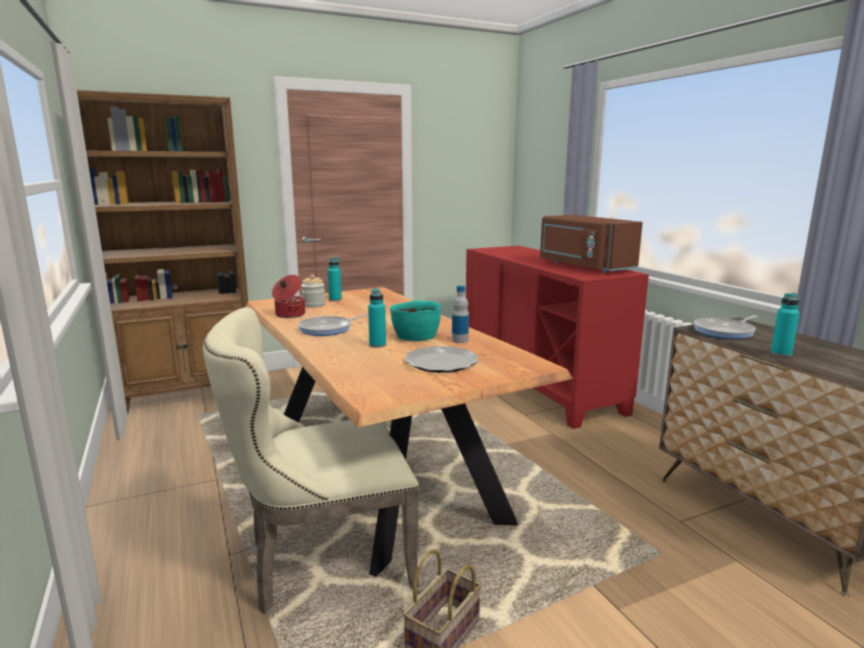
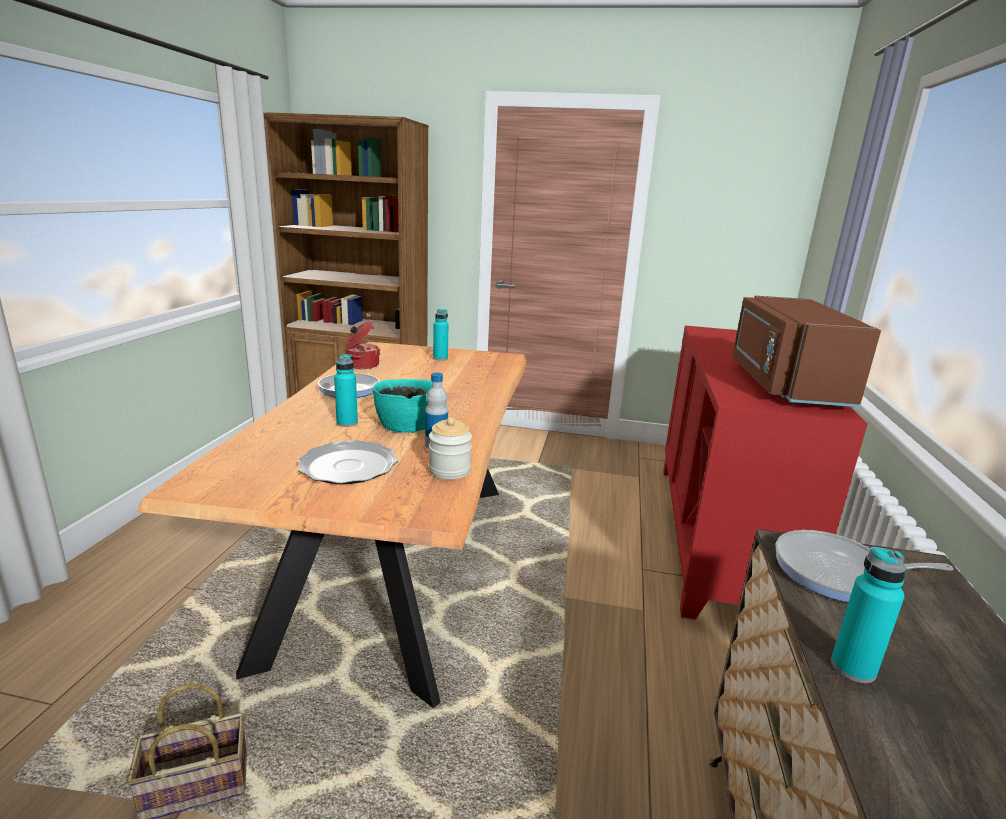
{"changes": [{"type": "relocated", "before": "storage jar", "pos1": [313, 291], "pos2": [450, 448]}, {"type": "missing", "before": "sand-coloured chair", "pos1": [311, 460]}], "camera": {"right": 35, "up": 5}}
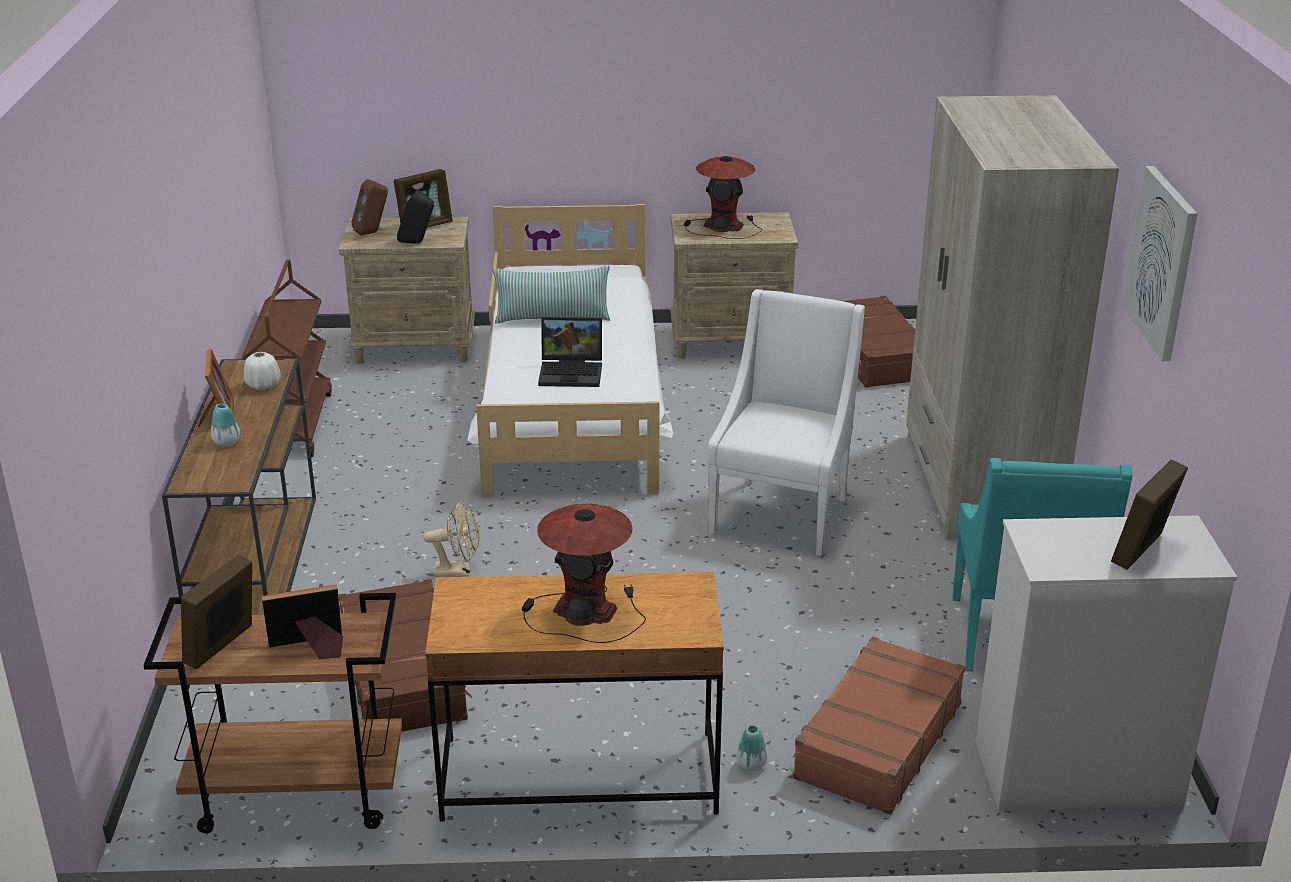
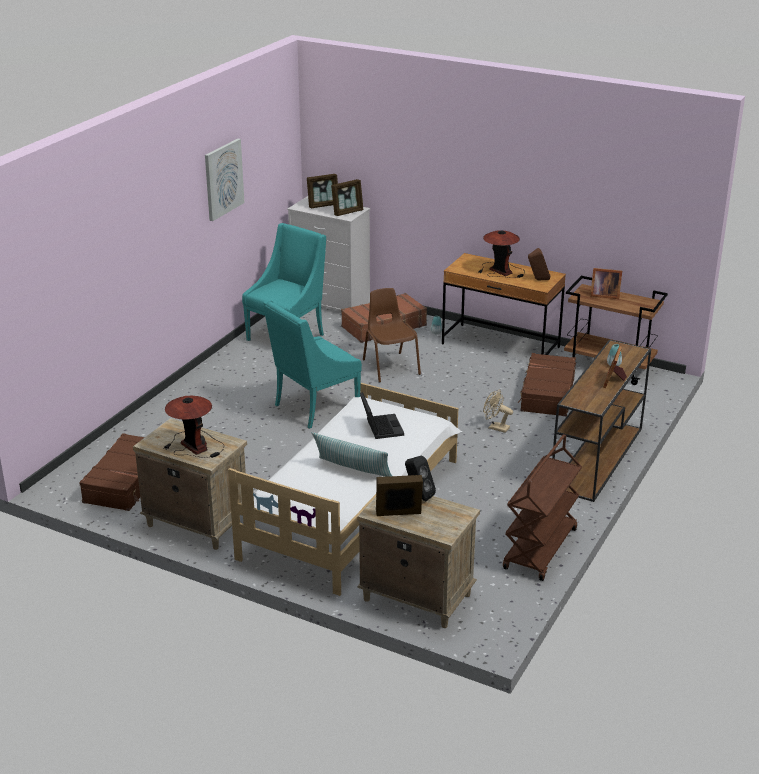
{"changes": [{"type": "missing", "before": "sand-coloured clothes cupboard", "pos1": [1012, 317]}, {"type": "relocated", "before": "brownish loudspeaker", "pos1": [370, 207], "pos2": [539, 264]}, {"type": "colour", "before": "white lounge chair", "after": "turquoise lounge chair", "pos1": [786, 422], "pos2": [312, 364]}, {"type": "spun", "before": "laptop", "pos1": [570, 352], "pos2": [382, 415], "turn": 45}, {"type": "missing", "before": "white flower vase", "pos1": [262, 371]}, {"type": "relocated", "before": "picture frame", "pos1": [216, 612], "pos2": [347, 197]}, {"type": "appeared", "after": "brownish chair", "pos2": [392, 335]}], "camera": {"right": -150, "up": 0}}
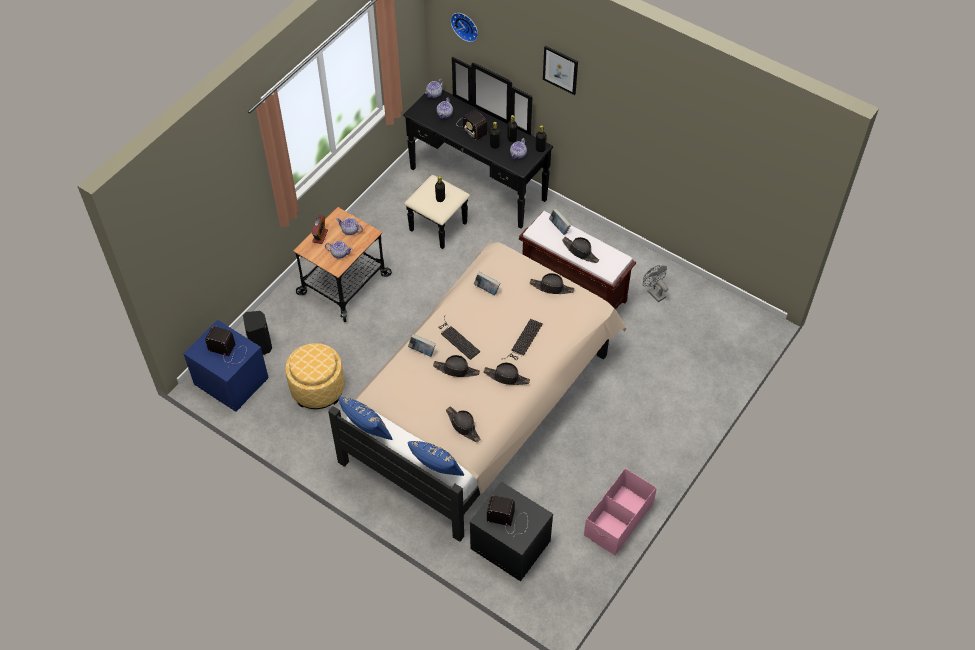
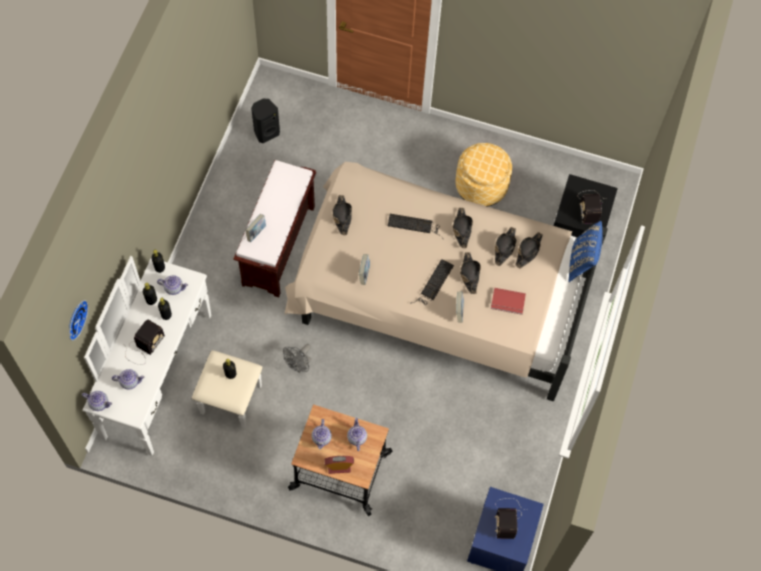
{"changes": [{"type": "missing", "before": "picture", "pos1": [560, 70]}, {"type": "colour", "before": "black-coloured chest of drawers", "after": "white chest of drawers", "pos1": [478, 153], "pos2": [172, 356]}, {"type": "relocated", "before": "black-coloured hat", "pos1": [580, 250], "pos2": [506, 246]}, {"type": "relocated", "before": "greyish cooling fan", "pos1": [655, 283], "pos2": [297, 358]}, {"type": "relocated", "before": "black-coloured loudspeaker", "pos1": [257, 333], "pos2": [265, 121]}, {"type": "relocated", "before": "ottoman", "pos1": [315, 376], "pos2": [484, 175]}, {"type": "missing", "before": "blue-coloured cushion", "pos1": [365, 418]}, {"type": "missing", "before": "pink-coloured storage container", "pos1": [620, 512]}, {"type": "appeared", "after": "red bound book", "pos2": [508, 301]}], "camera": {"right": -110, "up": 10}}
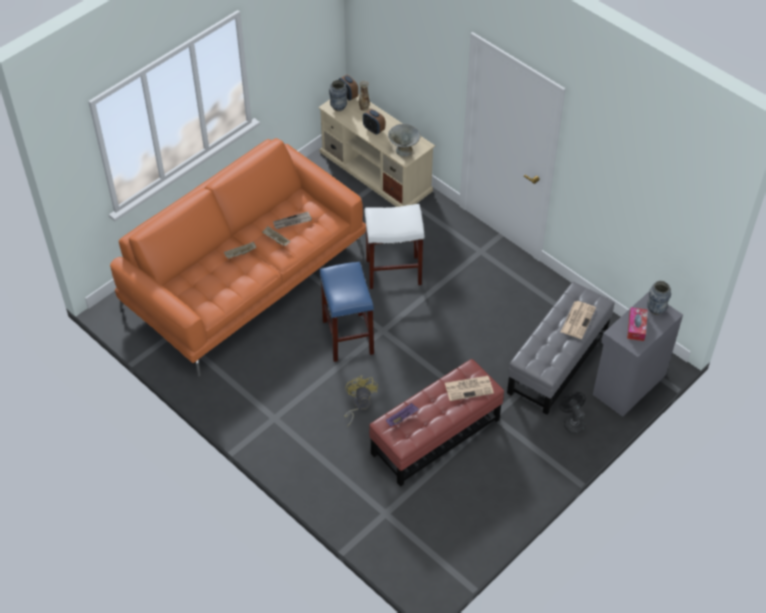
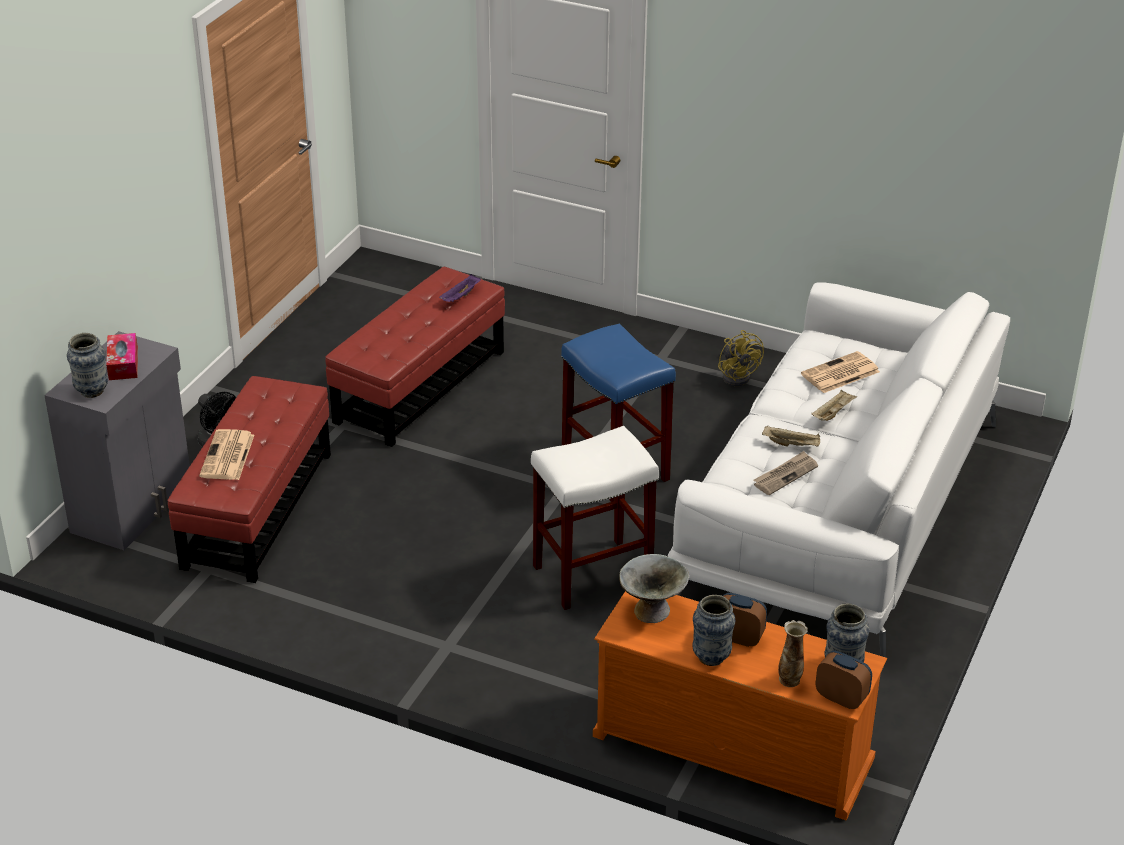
{"changes": [{"type": "colour", "before": "sand-coloured tv unit", "after": "orange-coloured tv unit", "pos1": [376, 150], "pos2": [740, 705]}, {"type": "colour", "before": "orange-coloured settee", "after": "white settee", "pos1": [238, 257], "pos2": [839, 469]}, {"type": "colour", "before": "greyish ottoman", "after": "red ottoman", "pos1": [561, 348], "pos2": [249, 479]}, {"type": "relocated", "before": "yellowish cooling fan", "pos1": [361, 401], "pos2": [741, 358]}, {"type": "relocated", "before": "daily paper", "pos1": [469, 388], "pos2": [840, 372]}, {"type": "appeared", "after": "flower vase", "pos2": [713, 630]}], "camera": {"right": 160, "up": -15}}
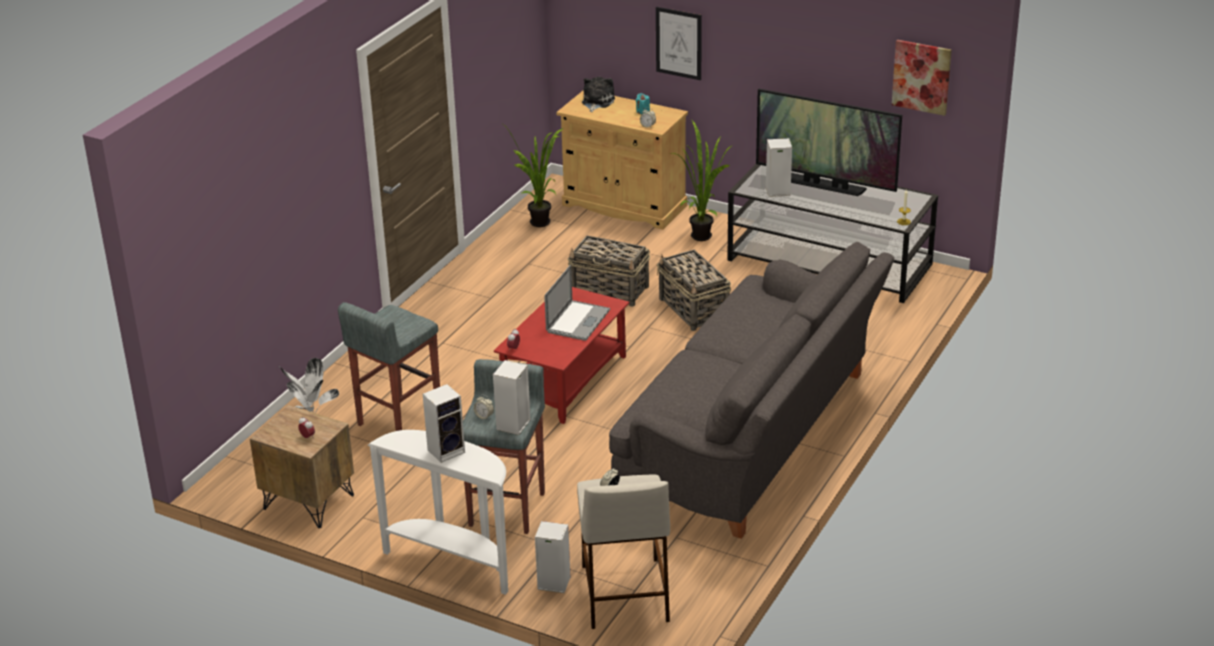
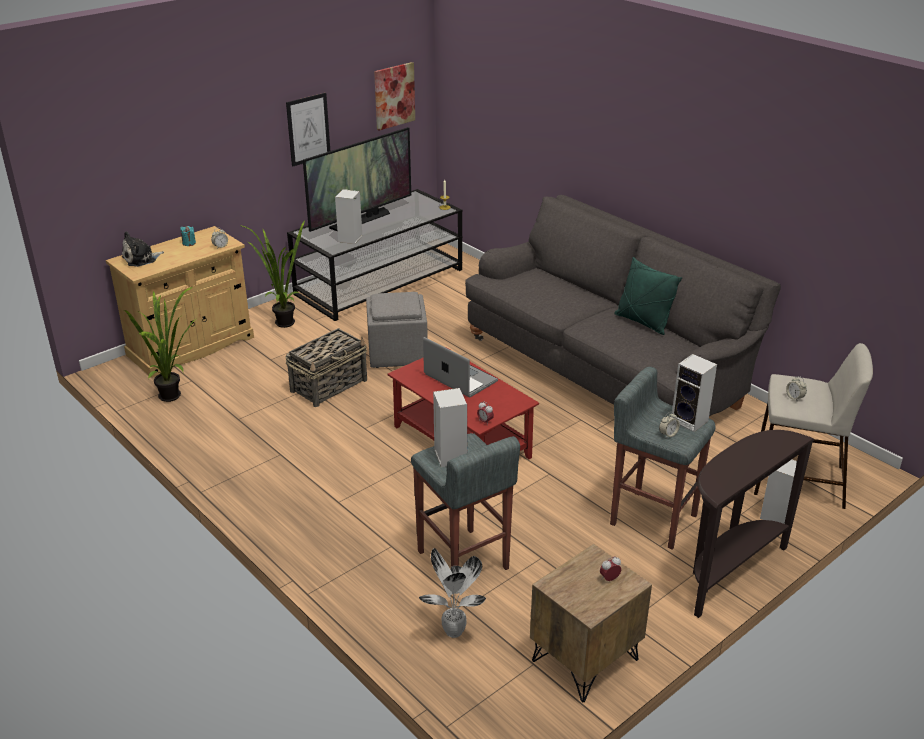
{"changes": [{"type": "relocated", "before": "picture", "pos1": [679, 43], "pos2": [308, 129]}, {"type": "spun", "before": "cuddly toy", "pos1": [598, 94], "pos2": [143, 249], "turn": -75}, {"type": "exchanged", "before": "storage basket", "after": "greyish ottoman", "pos1": [694, 290], "pos2": [397, 330]}, {"type": "relocated", "before": "loudspeaker", "pos1": [444, 423], "pos2": [450, 427]}, {"type": "colour", "before": "white console table", "after": "brownish console table", "pos1": [438, 512], "pos2": [754, 524]}, {"type": "appeared", "after": "green-coloured cushion", "pos2": [648, 296]}], "camera": {"right": -70, "up": 0}}
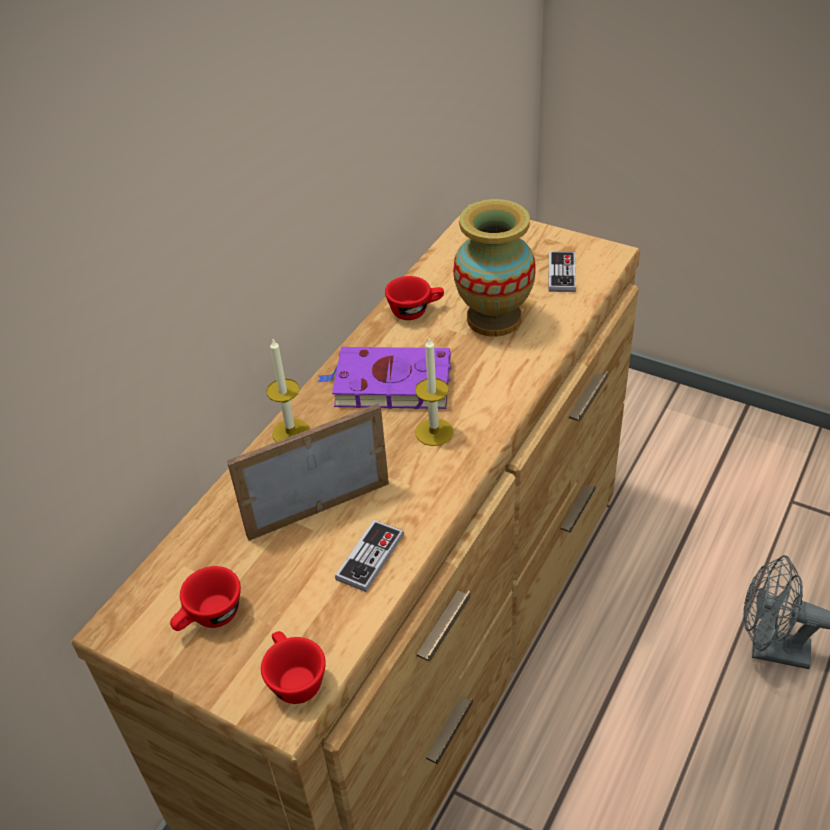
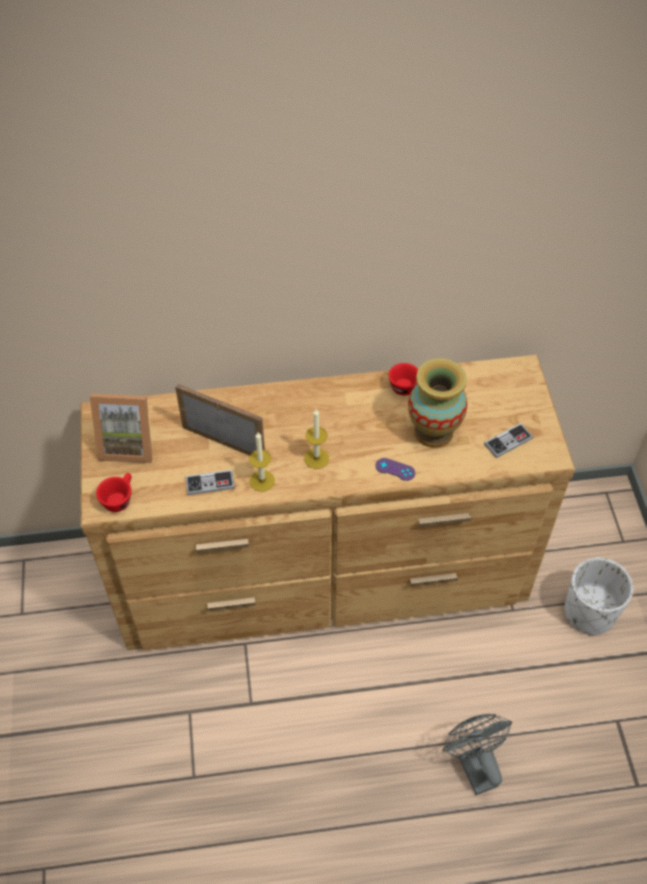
{"changes": [{"type": "relocated", "before": "wax candle", "pos1": [287, 390], "pos2": [262, 462]}, {"type": "missing", "before": "purple bound book", "pos1": [384, 378]}, {"type": "exchanged", "before": "red small cup", "after": "picture frame", "pos1": [205, 598], "pos2": [121, 428]}, {"type": "appeared", "after": "purple gamepad", "pos2": [395, 469]}, {"type": "appeared", "after": "white flower pot", "pos2": [598, 596]}], "camera": {"right": 50, "up": 10}}
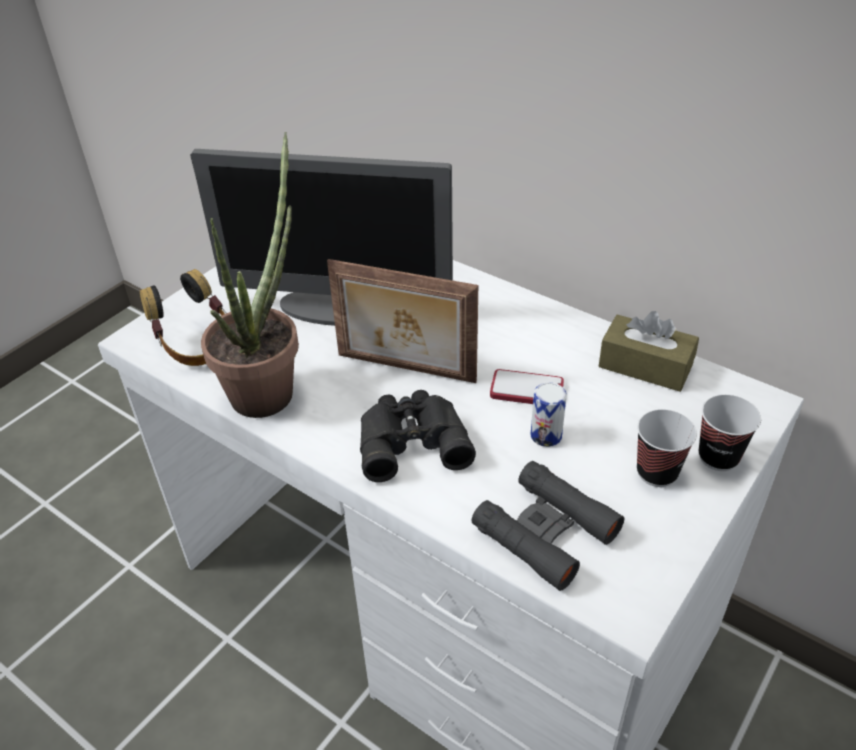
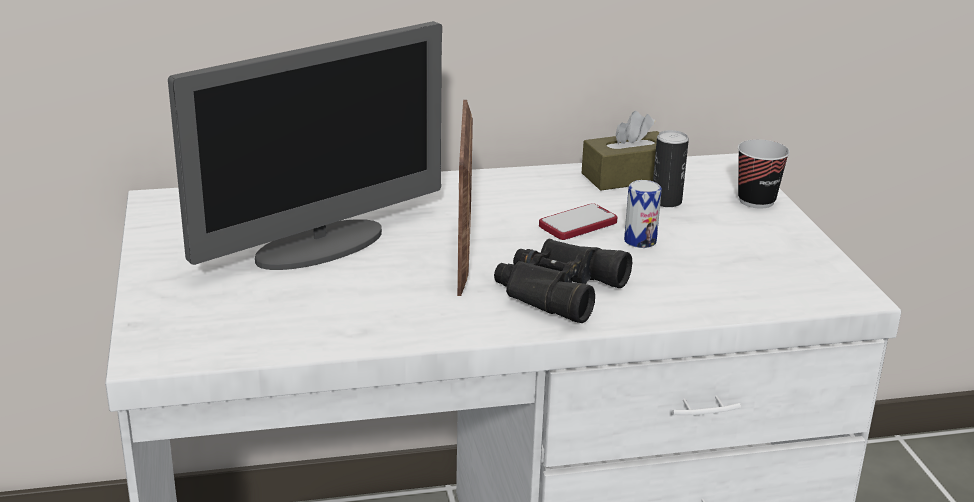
{"changes": [{"type": "missing", "before": "houseplant", "pos1": [250, 275]}, {"type": "spun", "before": "picture frame", "pos1": [402, 321], "pos2": [465, 198], "turn": -60}, {"type": "missing", "before": "pair of headphones", "pos1": [183, 317]}, {"type": "missing", "before": "small cup", "pos1": [667, 448]}, {"type": "missing", "before": "black-coloured binoculars", "pos1": [548, 526]}, {"type": "appeared", "after": "can", "pos2": [671, 168]}], "camera": {"right": -50, "up": -15}}
